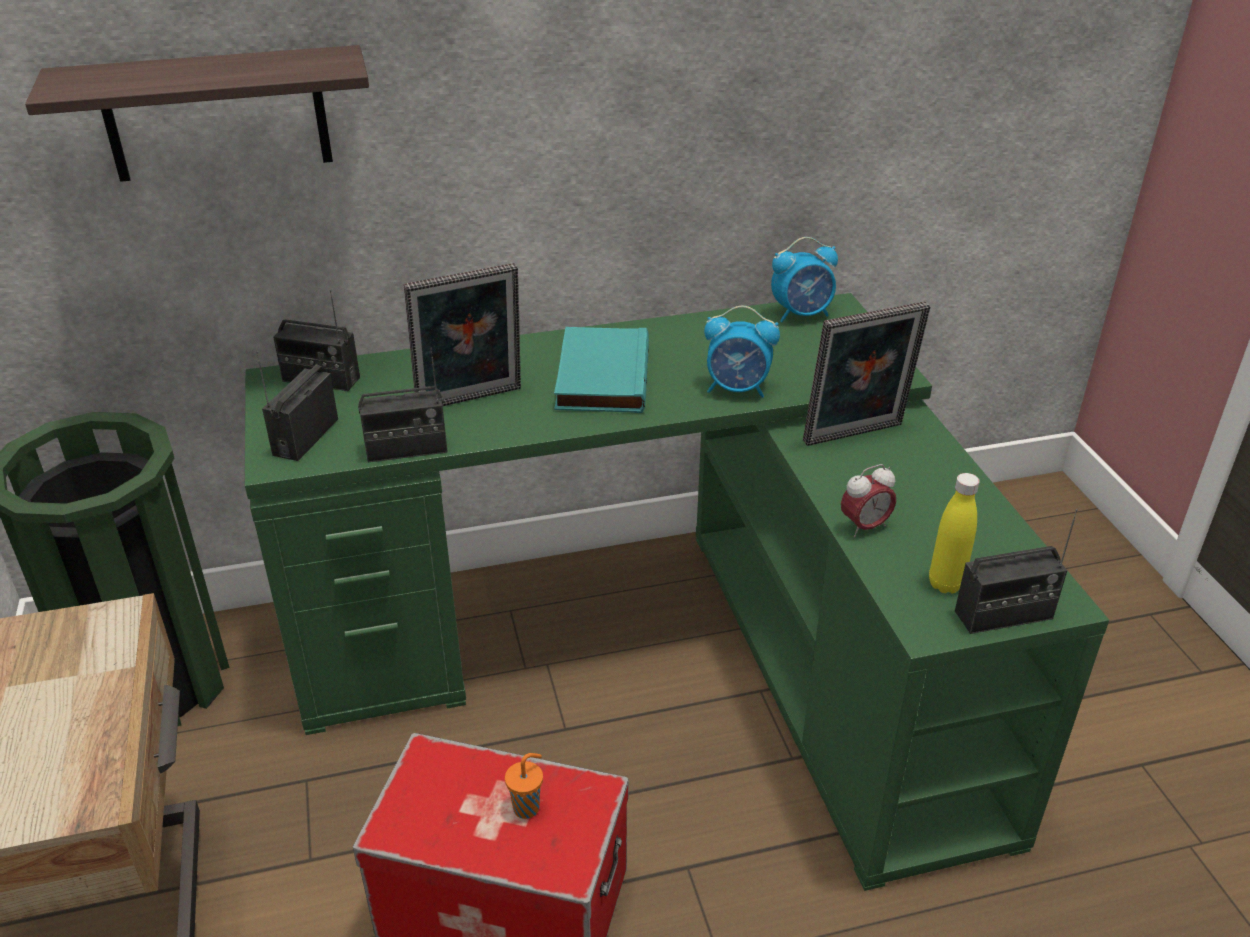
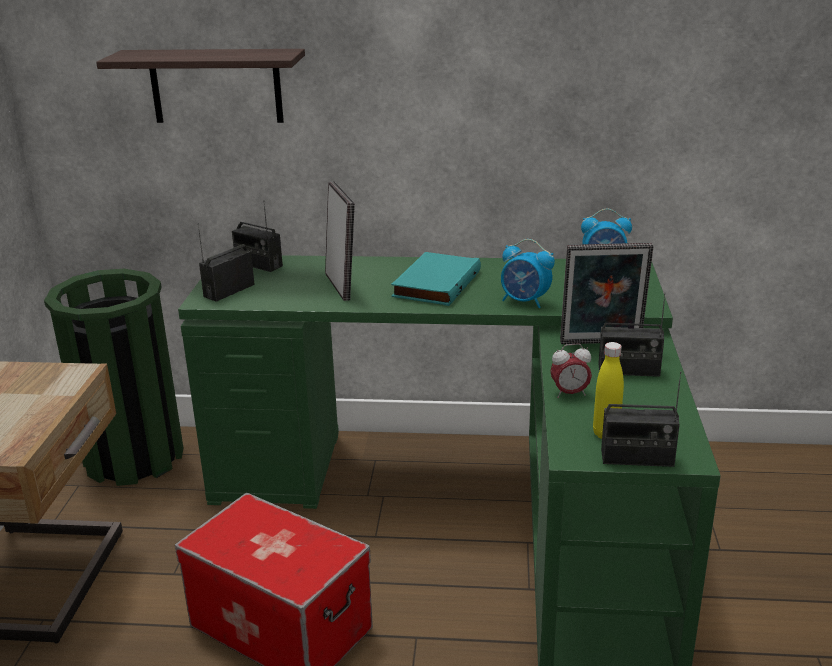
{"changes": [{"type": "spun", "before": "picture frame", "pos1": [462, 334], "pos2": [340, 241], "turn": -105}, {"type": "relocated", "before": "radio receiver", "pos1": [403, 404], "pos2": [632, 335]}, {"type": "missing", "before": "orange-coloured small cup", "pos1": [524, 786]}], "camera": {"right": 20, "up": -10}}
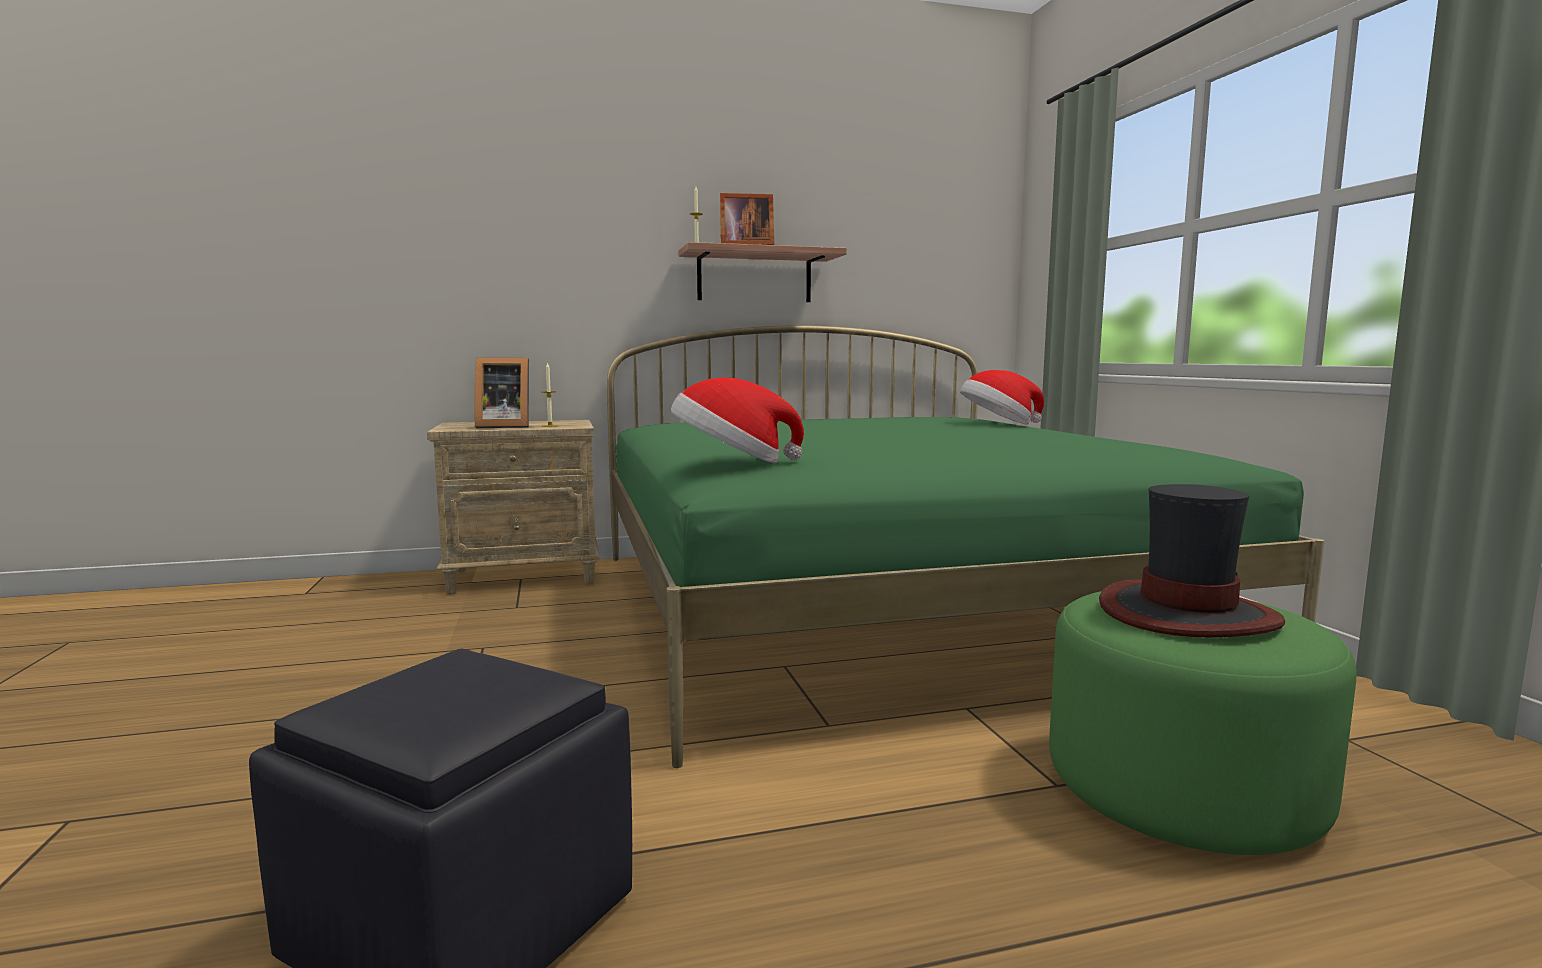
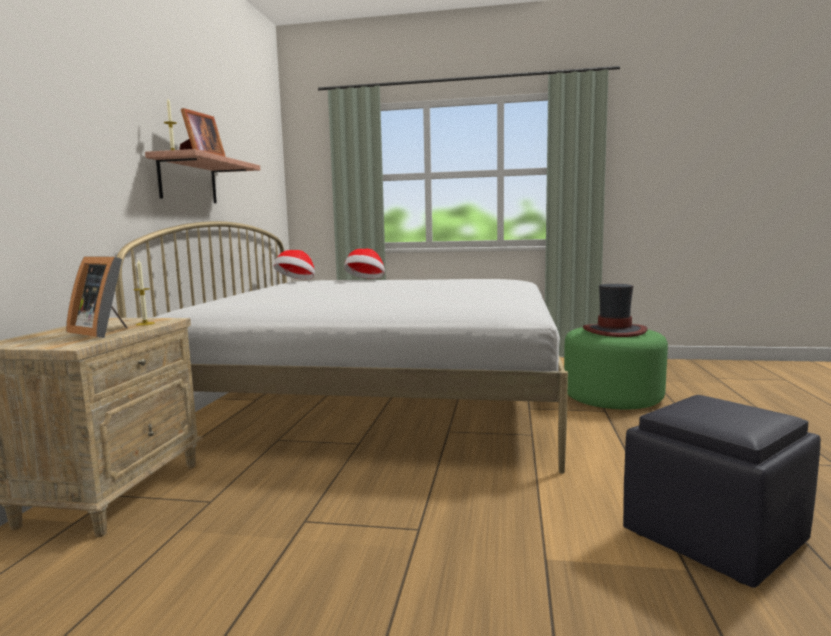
{"changes": [{"type": "colour", "before": "green-coloured sleeping bed", "after": "white sleeping bed", "pos1": [965, 546], "pos2": [341, 347]}, {"type": "spun", "before": "picture frame", "pos1": [502, 392], "pos2": [97, 297], "turn": 105}, {"type": "relocated", "before": "hat", "pos1": [737, 420], "pos2": [294, 265]}], "camera": {"right": -65, "up": 0}}
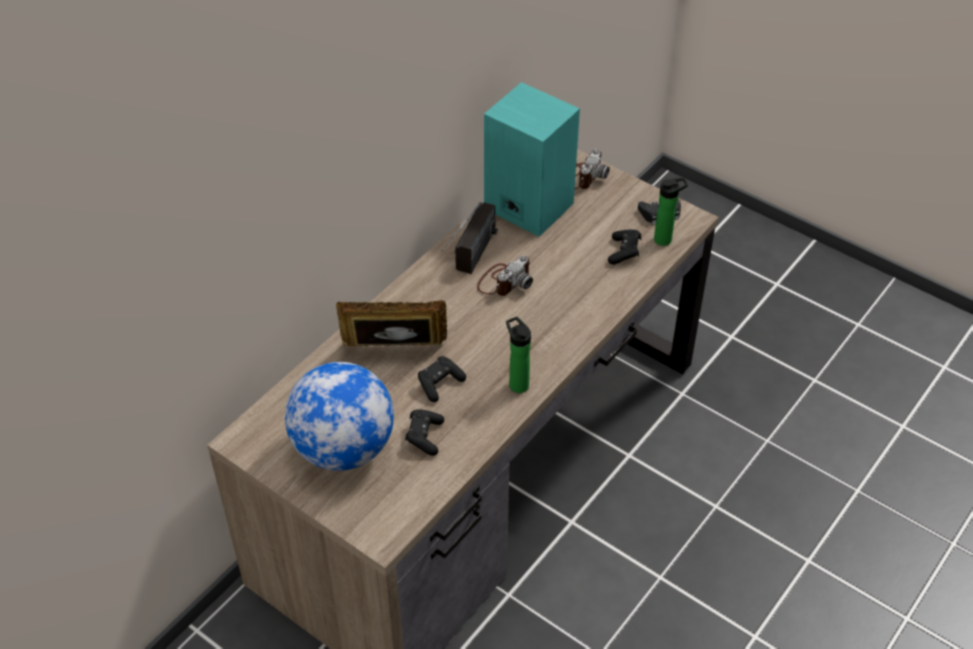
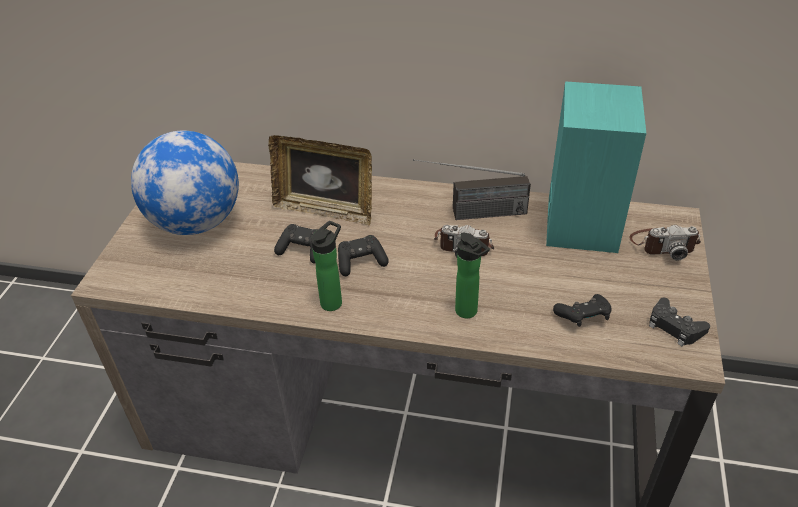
{"changes": [{"type": "relocated", "before": "beverage bottle", "pos1": [671, 212], "pos2": [472, 275]}, {"type": "spun", "before": "picture frame", "pos1": [391, 323], "pos2": [320, 180], "turn": 135}, {"type": "relocated", "before": "black-coloured gamepad", "pos1": [424, 432], "pos2": [363, 255]}], "camera": {"right": 65, "up": -5}}
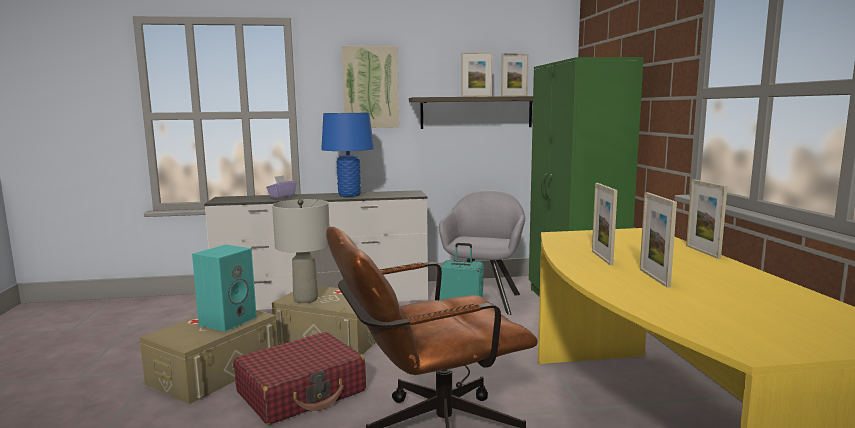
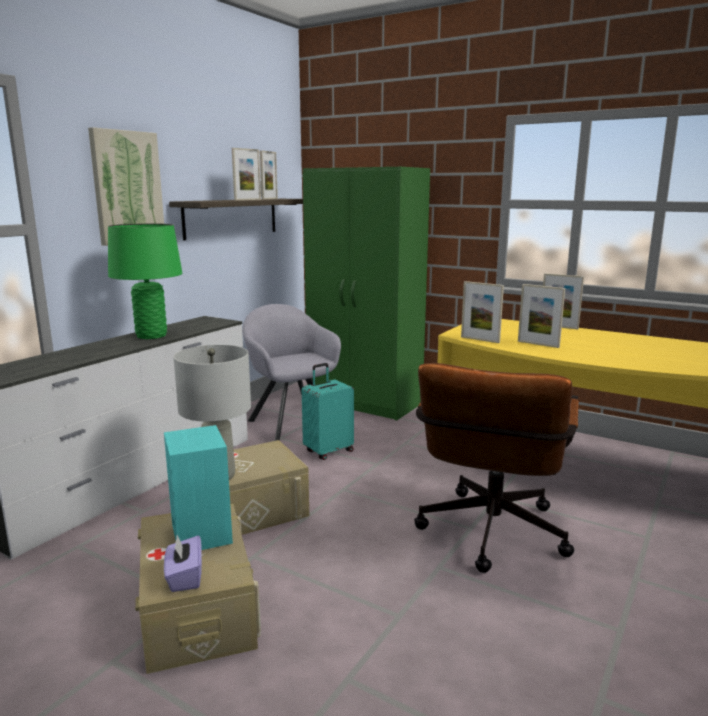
{"changes": [{"type": "colour", "before": "blue-coloured table lamp", "after": "green-coloured table lamp", "pos1": [347, 155], "pos2": [145, 281]}, {"type": "relocated", "before": "purple tissue box", "pos1": [281, 186], "pos2": [183, 563]}, {"type": "relocated", "before": "picture frame", "pos1": [658, 240], "pos2": [482, 312]}, {"type": "missing", "before": "red piece of luggage", "pos1": [299, 378]}], "camera": {"right": -50, "up": 5}}
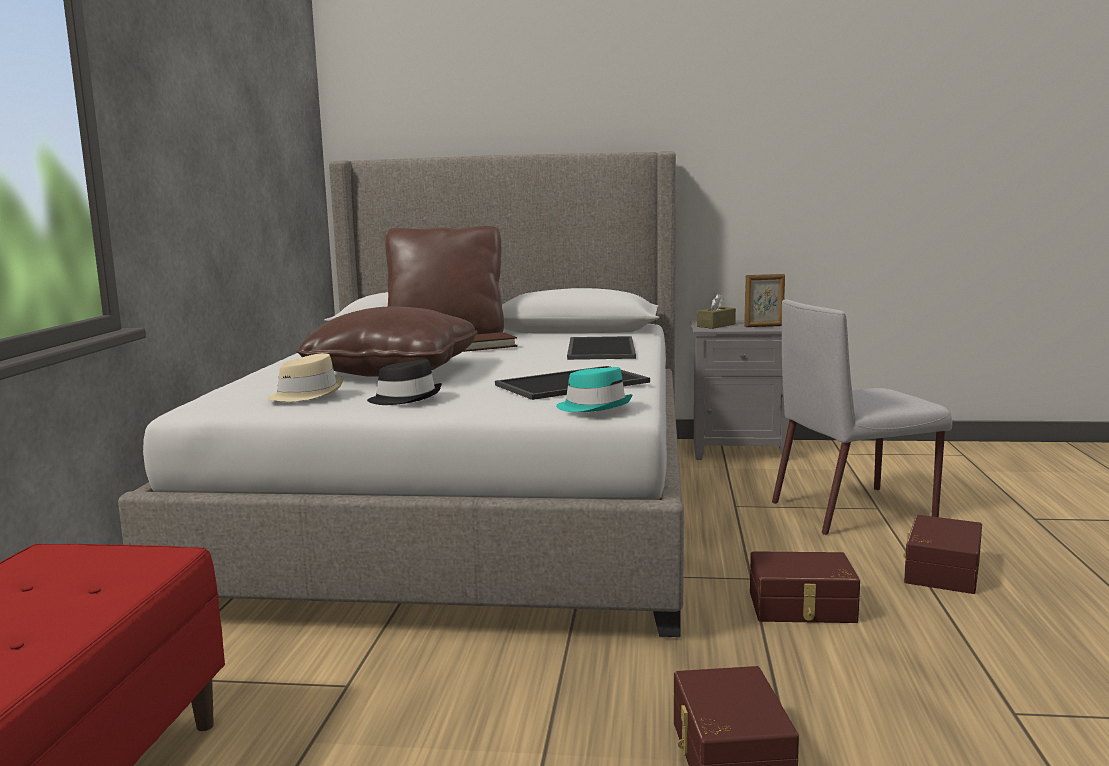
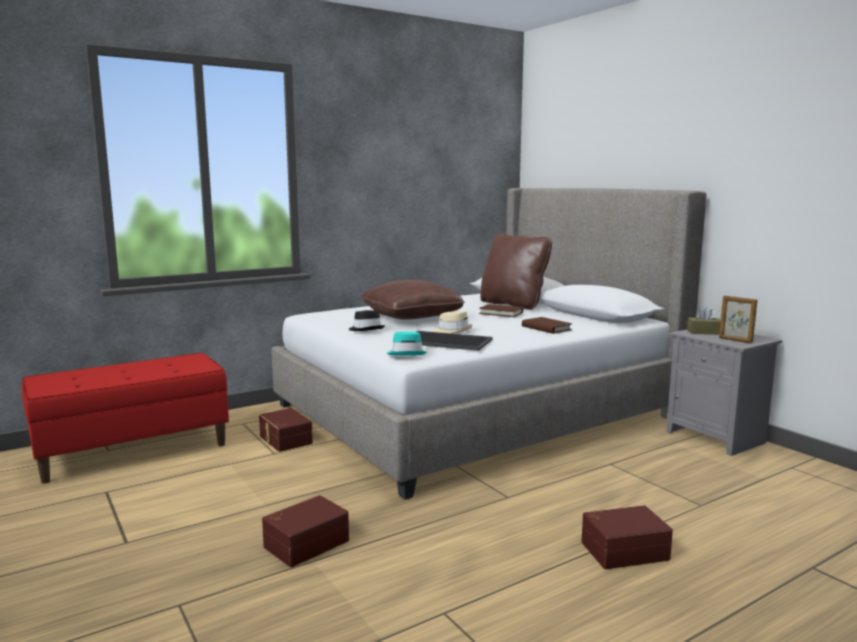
{"changes": [{"type": "missing", "before": "greyish chair", "pos1": [862, 417]}, {"type": "exchanged", "before": "carrying tray", "after": "brownish bound book", "pos1": [601, 348], "pos2": [547, 325]}, {"type": "relocated", "before": "sand-coloured hat", "pos1": [305, 377], "pos2": [453, 322]}, {"type": "relocated", "before": "brownish storage container", "pos1": [805, 587], "pos2": [286, 430]}], "camera": {"right": 50, "up": 0}}
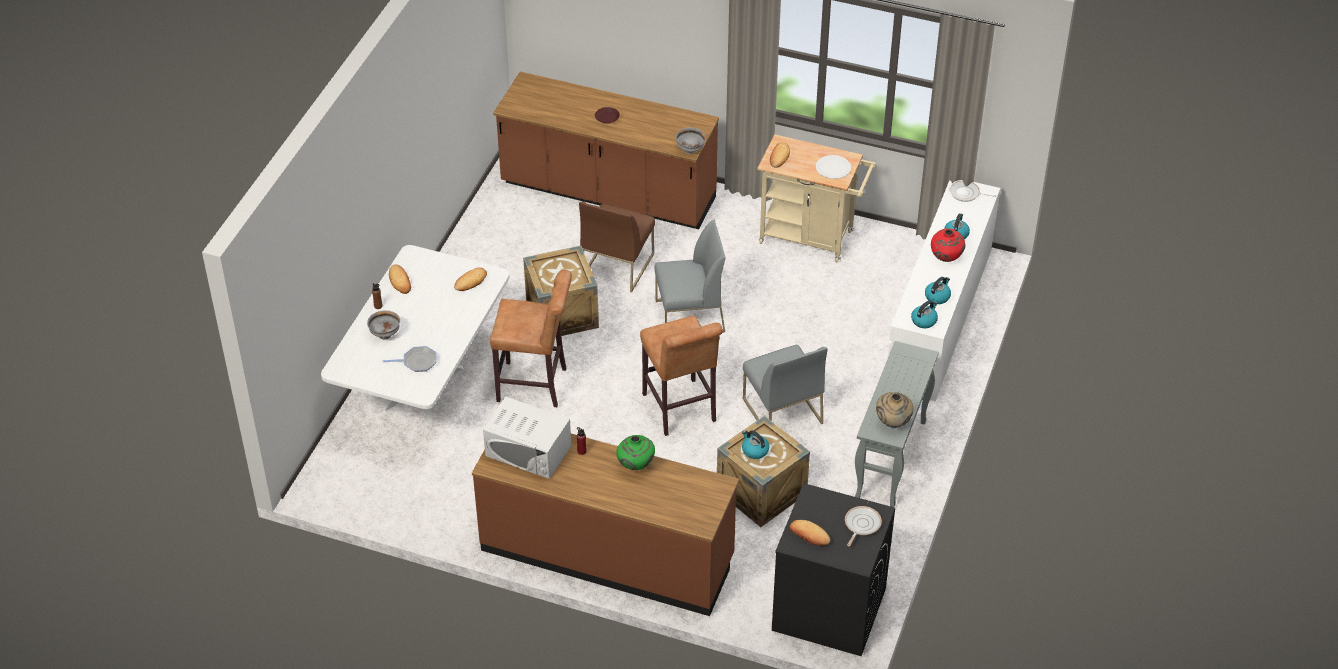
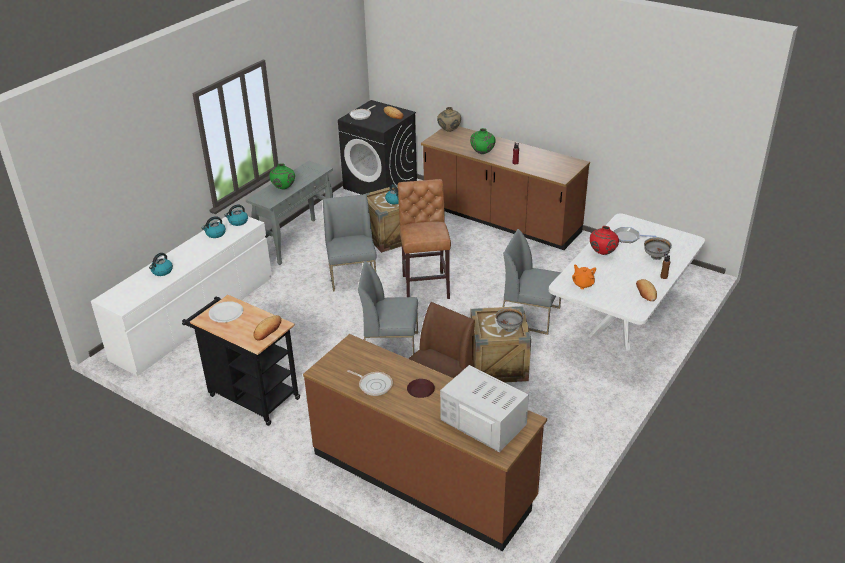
{"changes": [{"type": "relocated", "before": "greyish bowl", "pos1": [691, 140], "pos2": [510, 320]}, {"type": "colour", "before": "sand-coloured trolley", "after": "black-coloured trolley", "pos1": [816, 198], "pos2": [241, 360]}, {"type": "relocated", "before": "frying pan", "pos1": [972, 191], "pos2": [370, 383]}, {"type": "relocated", "before": "red flower vase", "pos1": [948, 245], "pos2": [604, 240]}, {"type": "exchanged", "before": "bread", "after": "orange-coloured pot for tea", "pos1": [470, 279], "pos2": [584, 276]}, {"type": "exchanged", "before": "brownish sitting stool", "after": "greyish chair", "pos1": [531, 338], "pos2": [532, 282]}, {"type": "relocated", "before": "sand-coloured flower vase", "pos1": [895, 410], "pos2": [449, 119]}, {"type": "relocated", "before": "white microwave", "pos1": [527, 437], "pos2": [484, 408]}, {"type": "appeared", "after": "green-coloured flower vase", "pos2": [282, 176]}], "camera": {"right": -165, "up": -10}}
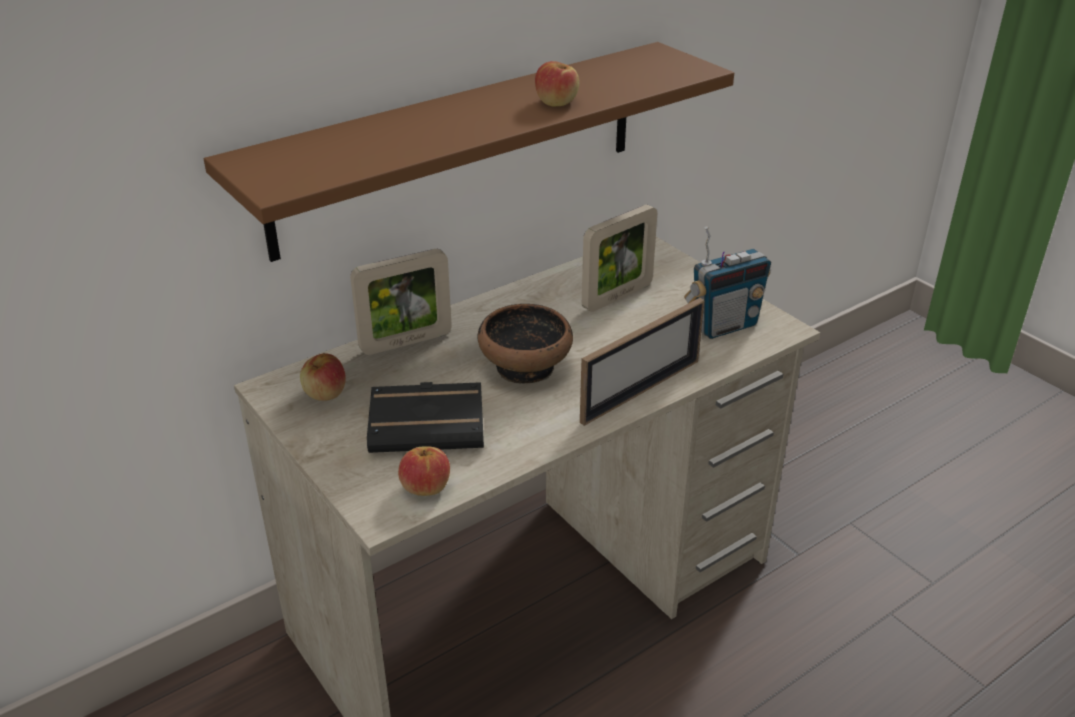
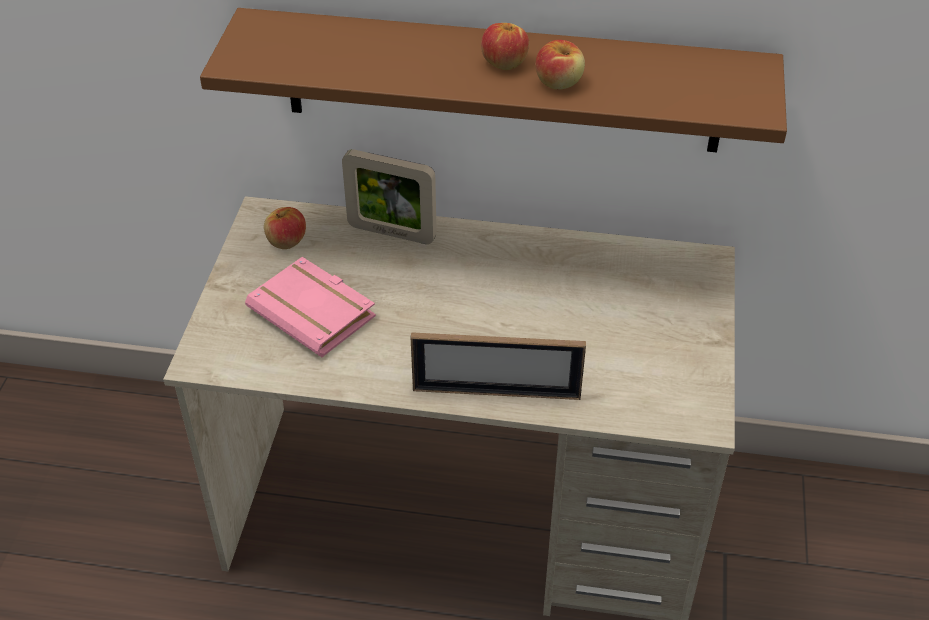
{"changes": [{"type": "missing", "before": "picture frame", "pos1": [619, 258]}, {"type": "missing", "before": "radio receiver", "pos1": [727, 282]}, {"type": "missing", "before": "bowl", "pos1": [525, 344]}, {"type": "colour", "before": "black-coloured bound book", "after": "pink-coloured bound book", "pos1": [425, 417], "pos2": [310, 307]}, {"type": "relocated", "before": "apple fruit", "pos1": [424, 471], "pos2": [505, 46]}], "camera": {"right": 45, "up": 10}}
